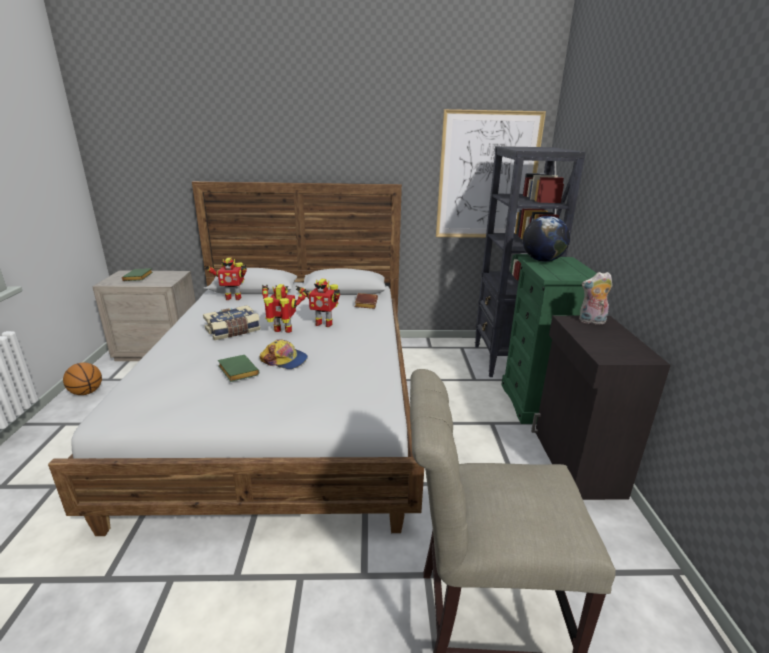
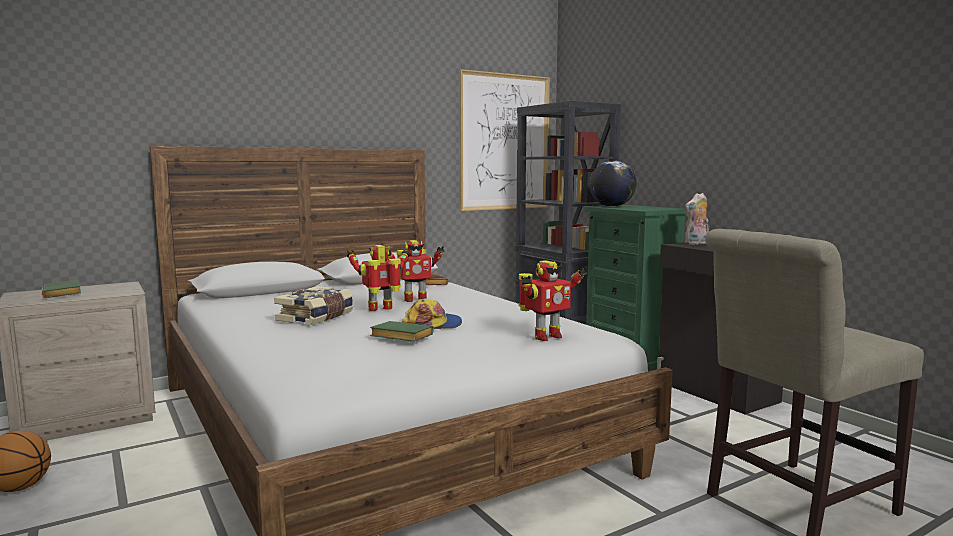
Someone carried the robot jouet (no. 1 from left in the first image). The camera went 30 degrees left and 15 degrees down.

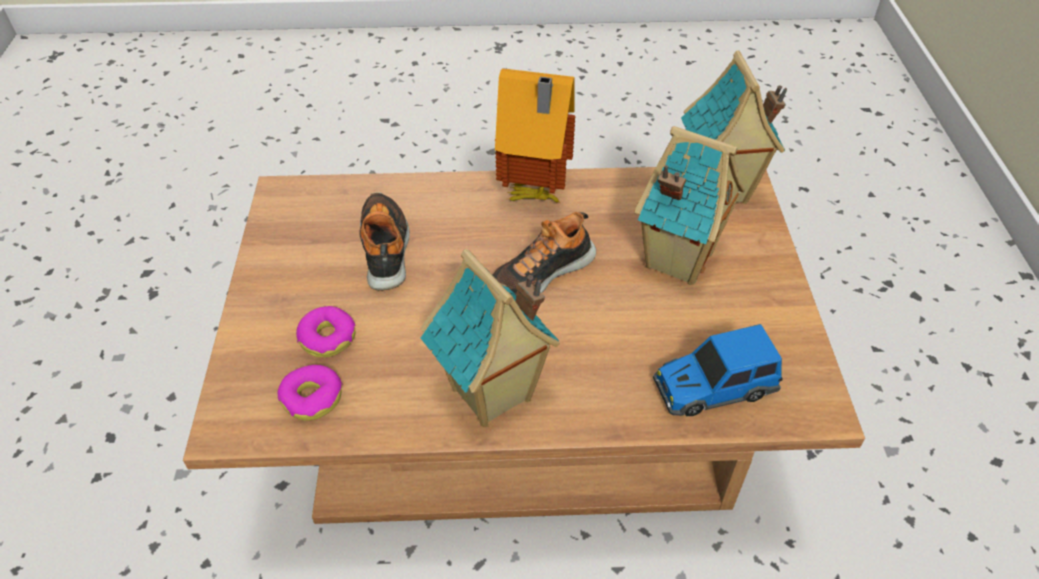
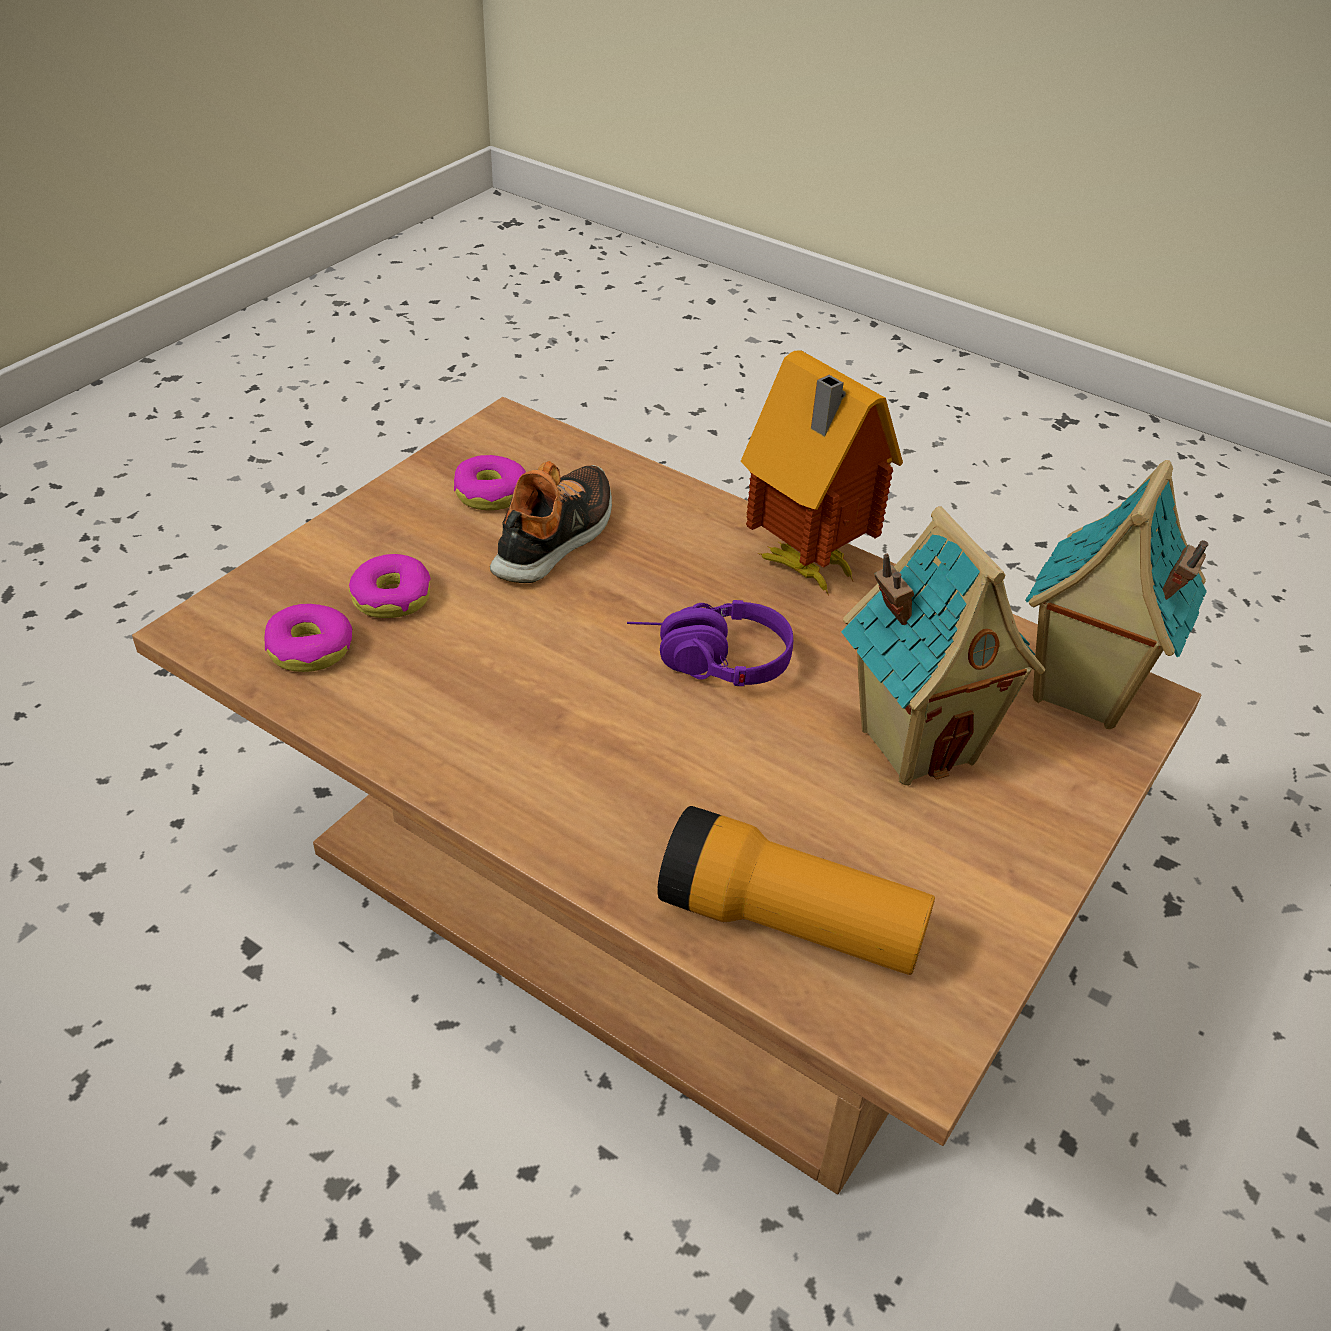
Someone took away the maison miniature (no. 1 from left). Someone put down the beignet (no. 3 from left). Someone swapped the chaussure (no. 2 from left) for the casque audio [violet]. Someone swapped the petite voiture for the lampe de poche. The camera went 35 degrees right and 5 degrees down.

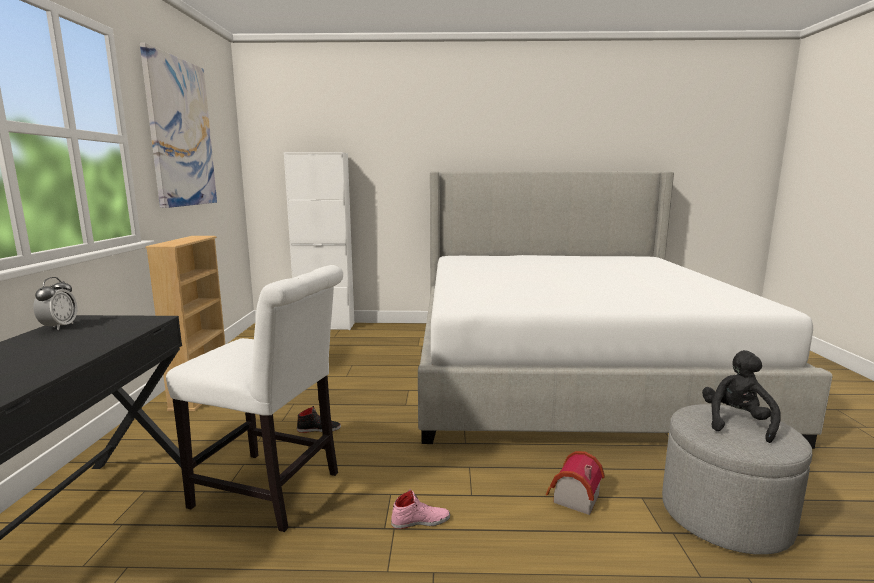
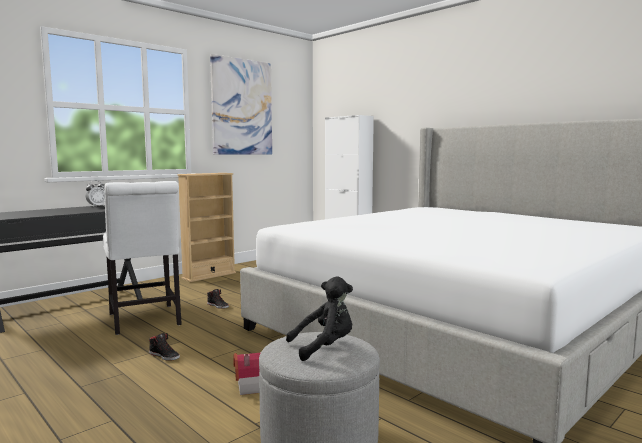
Someone repainted the chaussure [rose], which became the chaussure [noir] (no. 1 from left). The camera went 45 degrees right and 5 degrees down.

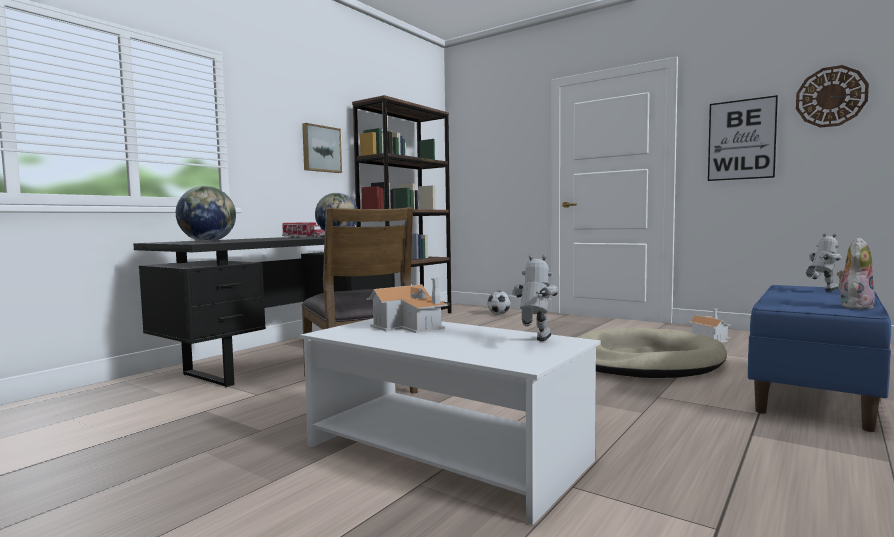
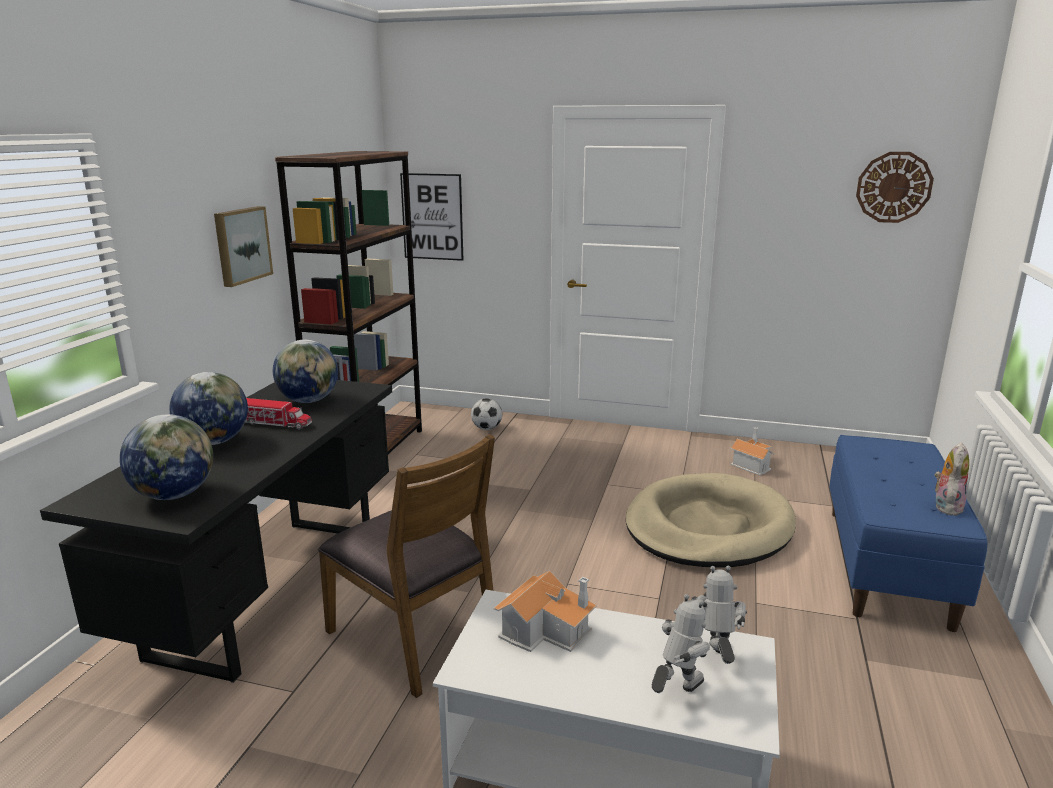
Someone put down the globe (no. 2 from left). Someone carried the tableau (no. 2 from left). Someone carried the robot jouet (no. 2 from left in the first image). The camera went 20 degrees left and 15 degrees up.

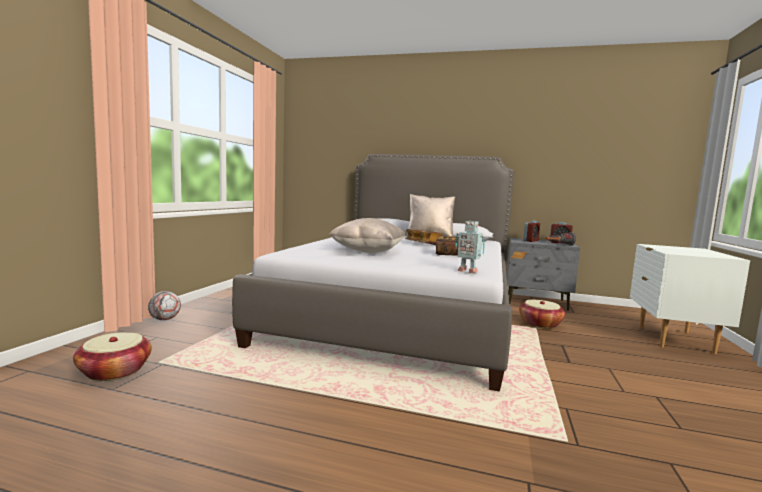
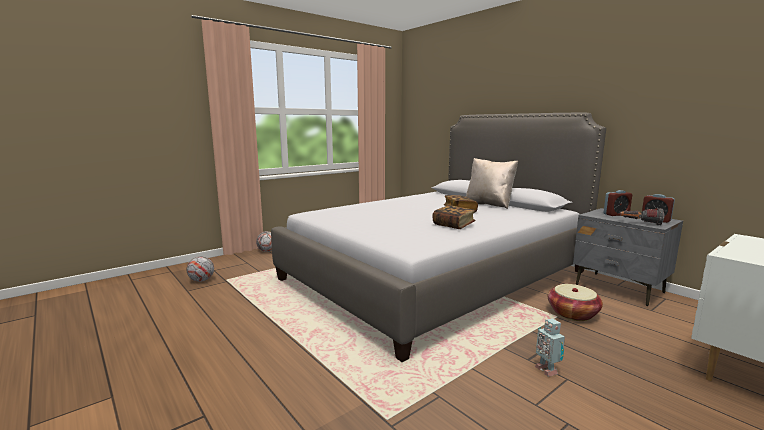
Someone took away the coussin [beige] (no. 1 from left). Someone carried the robot jouet. Someone swapped the panier (no. 1 from left) for the ballon de foot (no. 1 from left). The camera went 35 degrees right and 5 degrees up.

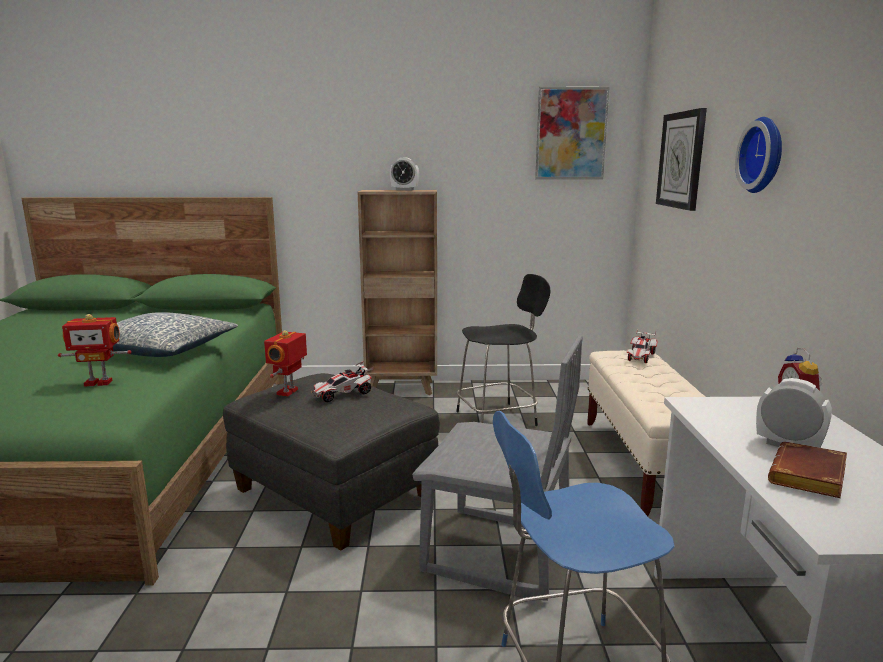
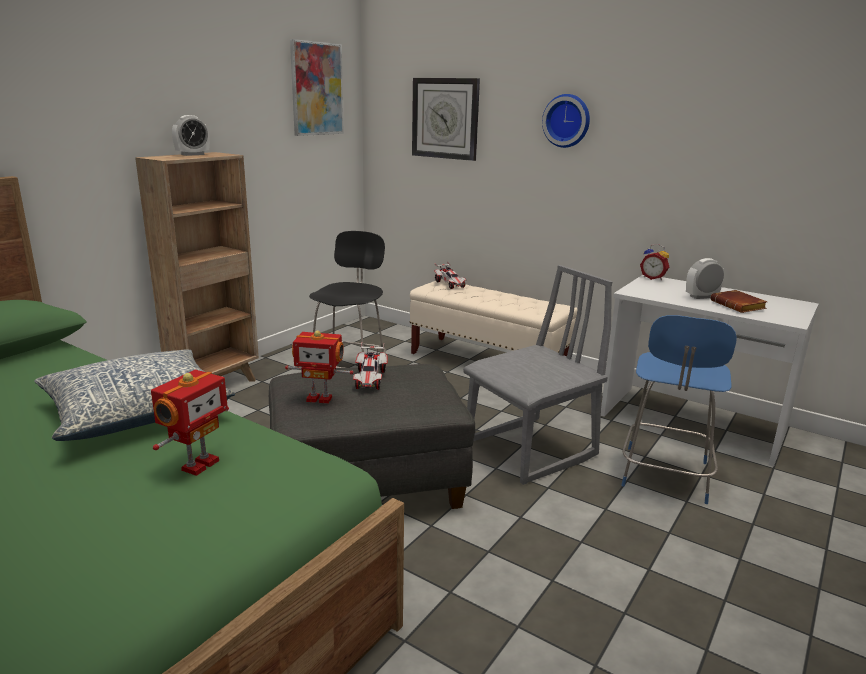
Someone rotated the robot jouet (no. 2 from left) by 45 degrees counterclockwise. The camera went 55 degrees left and 5 degrees up.

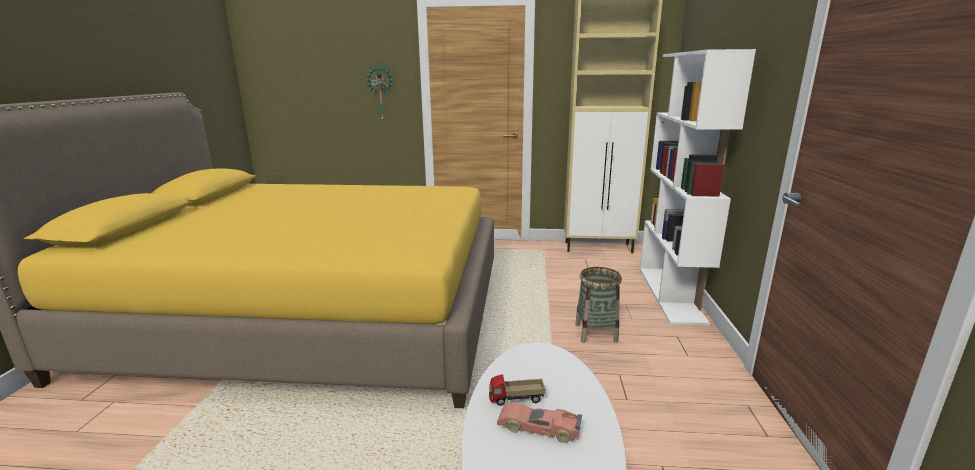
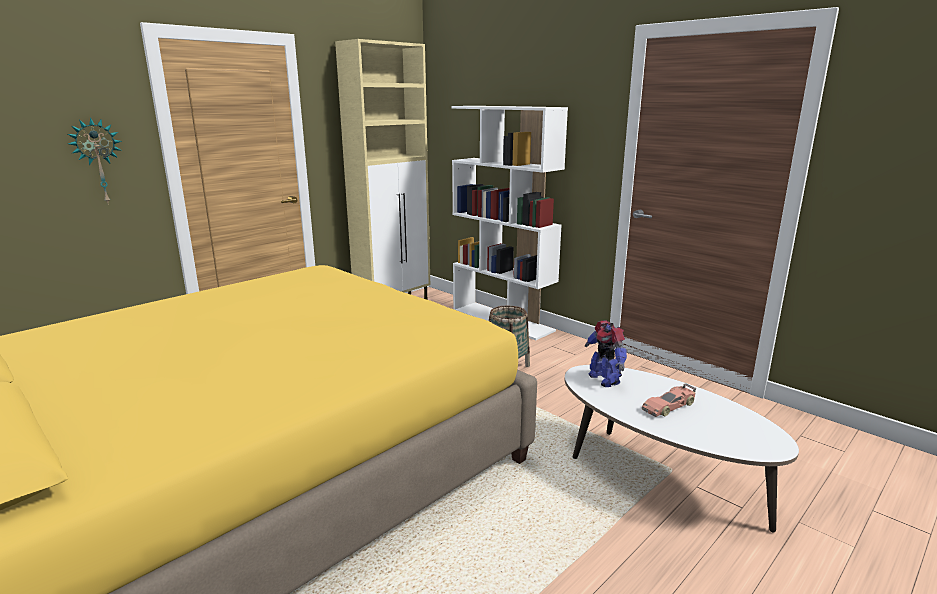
Someone took away the camion jouet. Someone put down the robot jouet. The camera went 50 degrees left and 0 degrees up.

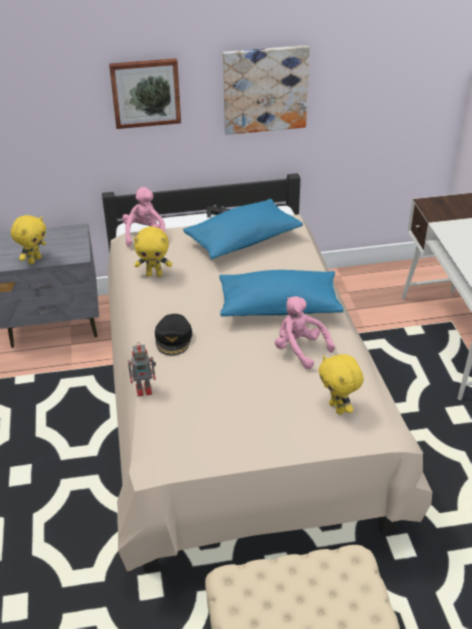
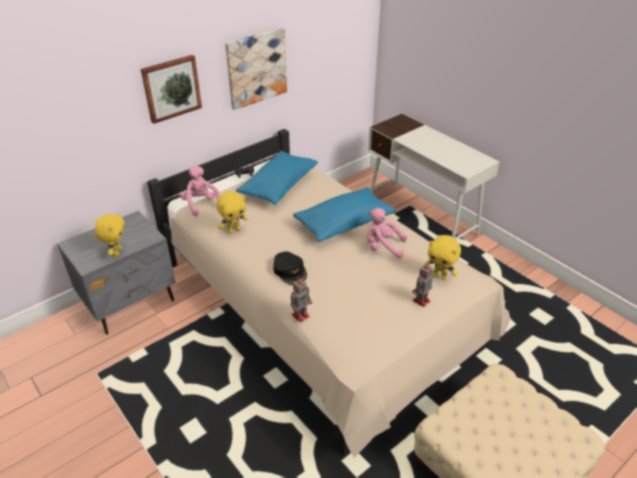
Someone put down the robot jouet (no. 2 from left). The camera went 30 degrees left and 0 degrees up.

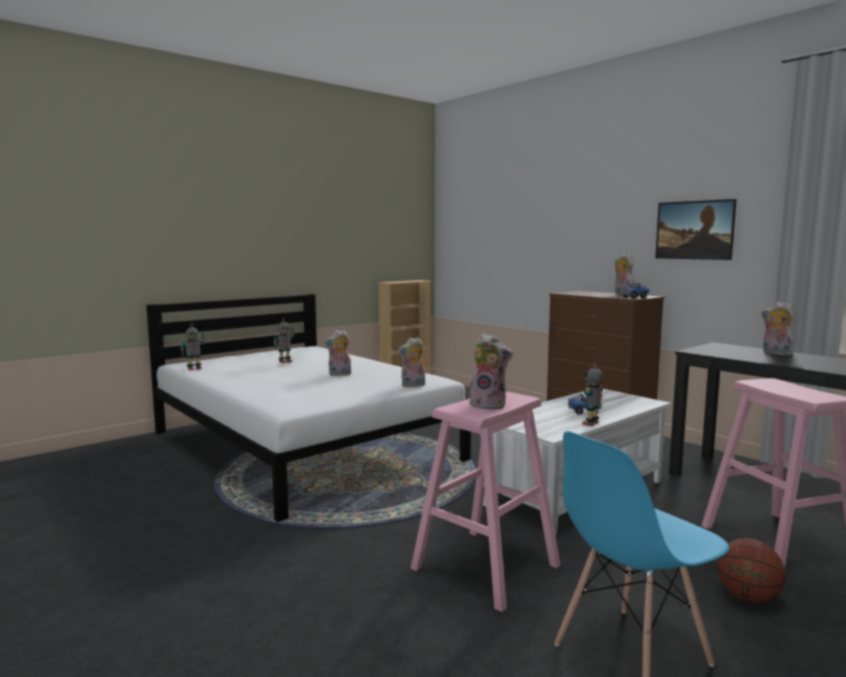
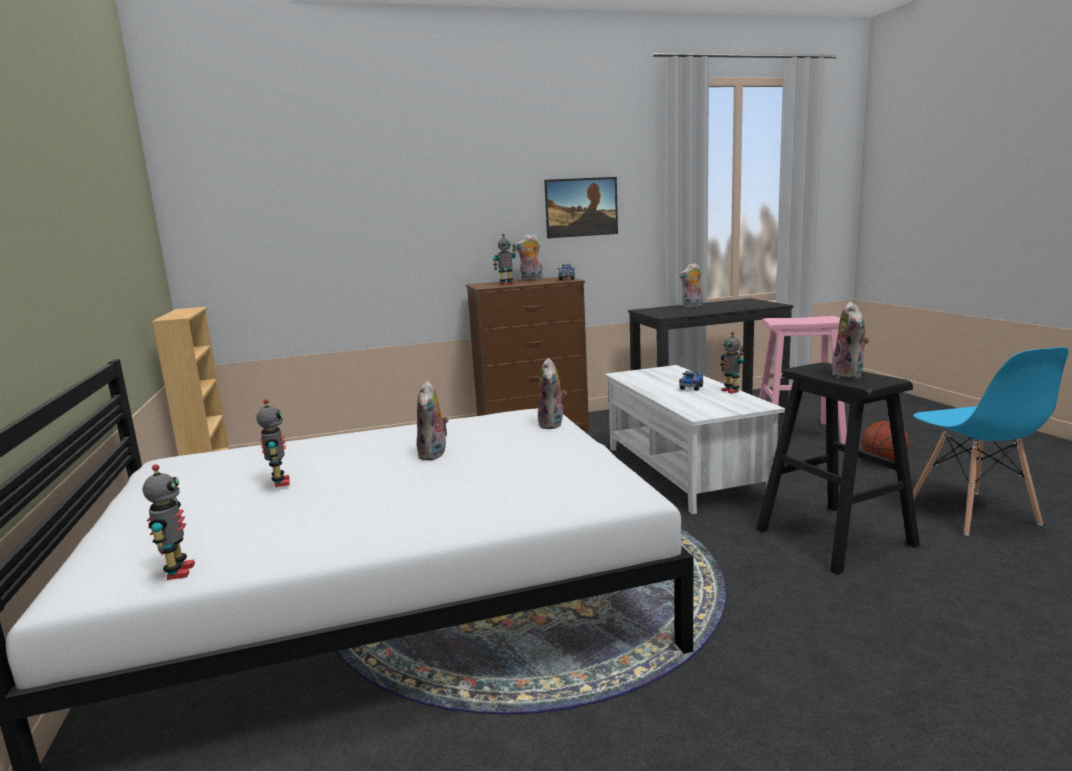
Someone put down the robot jouet (no. 3 from left). Someone repainted the tabouret [rose] (no. 1 from left), which became the tabouret [noir]. Someone rotated the peluche (no. 3 from left in the first image) by 135 degrees clockwise. The camera went 65 degrees left and 5 degrees up.

